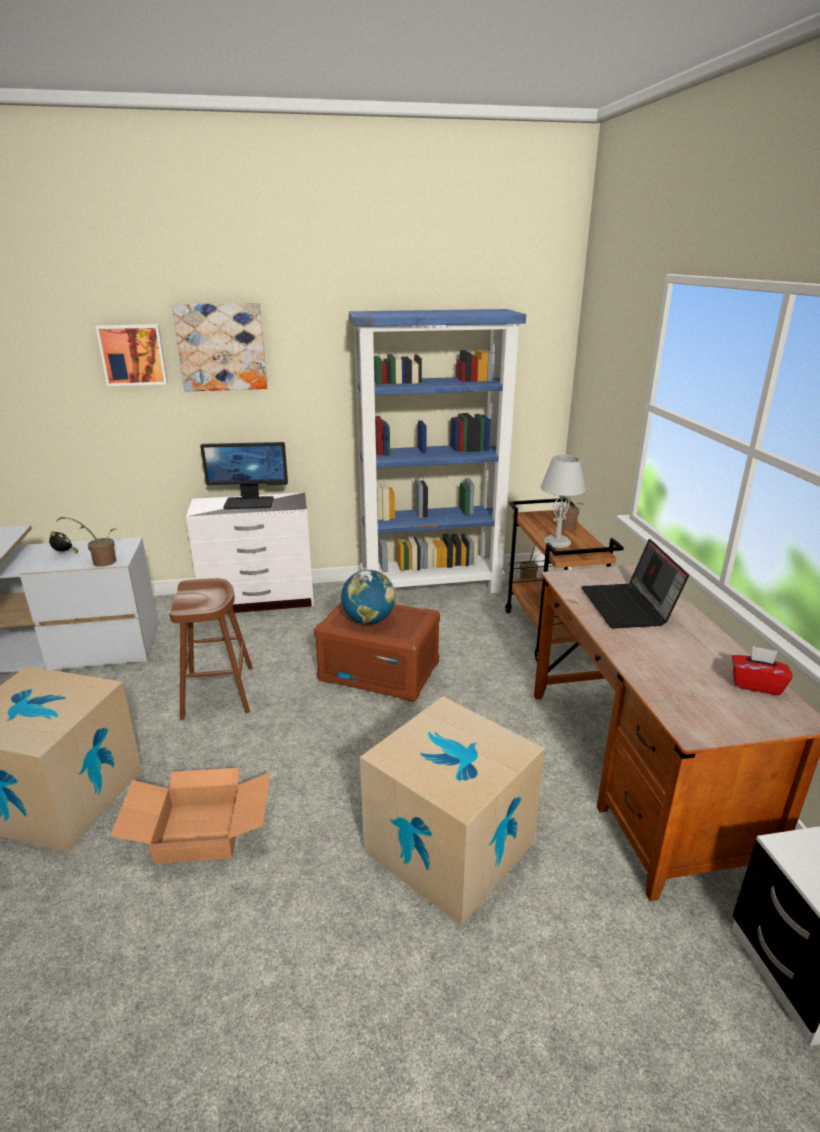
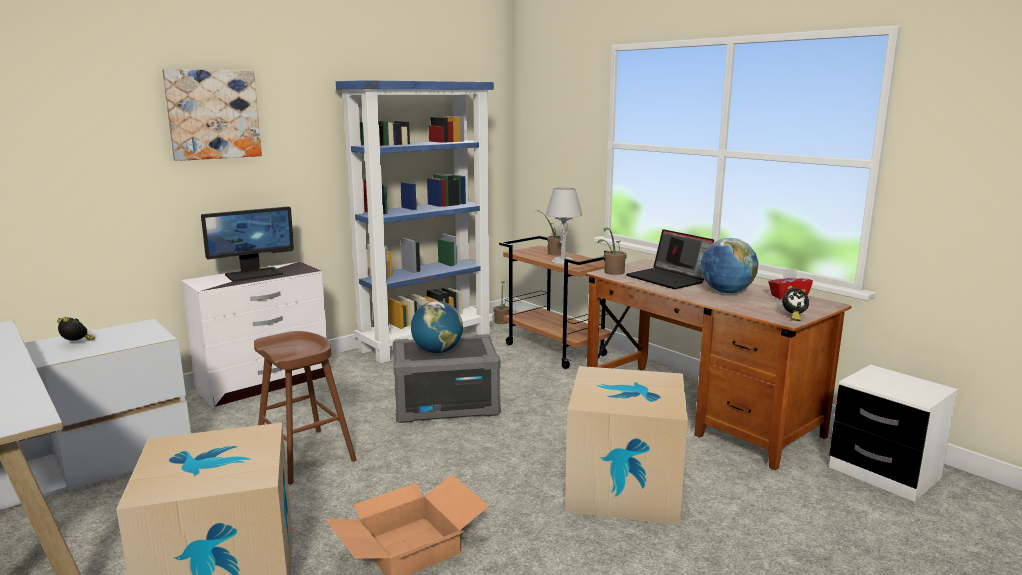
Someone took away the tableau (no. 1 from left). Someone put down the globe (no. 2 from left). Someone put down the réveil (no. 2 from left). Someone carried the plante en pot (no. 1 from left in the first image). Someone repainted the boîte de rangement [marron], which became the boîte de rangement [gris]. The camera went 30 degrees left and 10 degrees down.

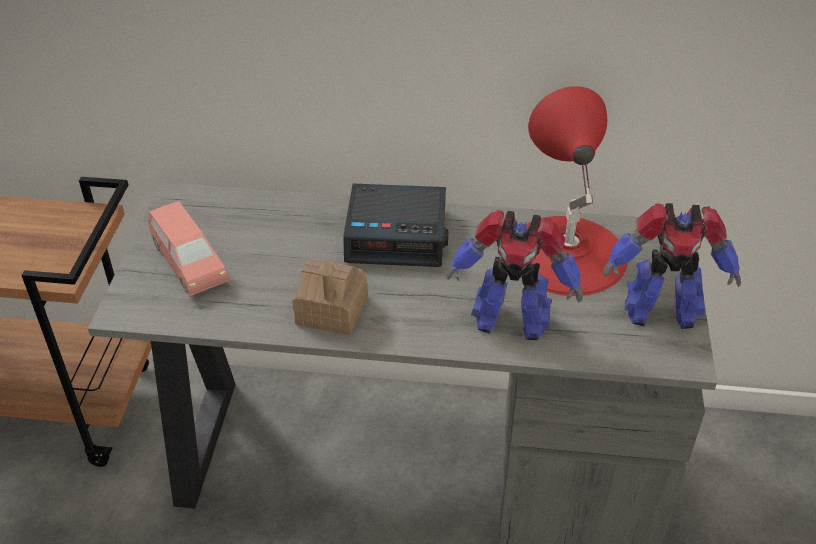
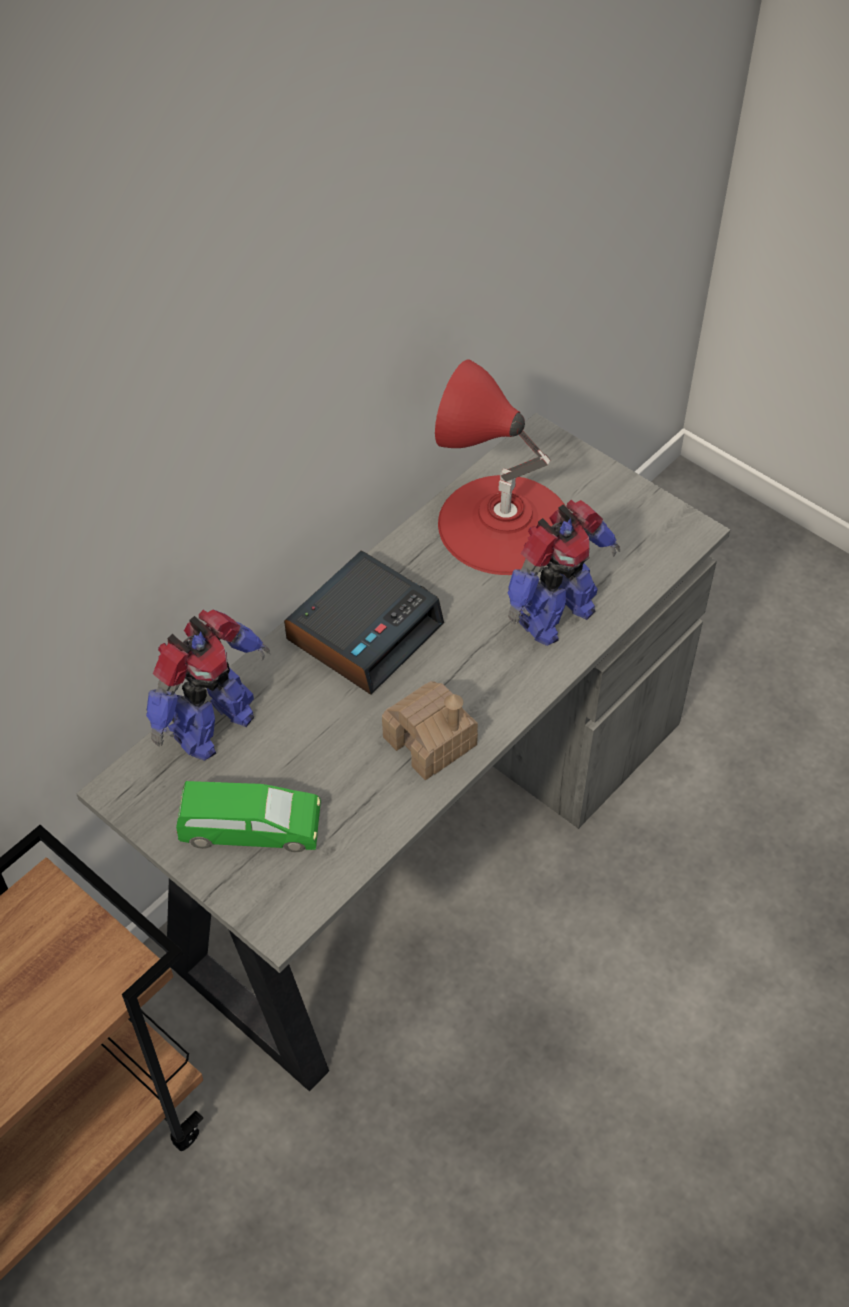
Someone carried the robot jouet (no. 2 from left in the first image). Someone repainted the petite voiture [rose], which became the petite voiture [vert]. The camera went 55 degrees left and 10 degrees up.

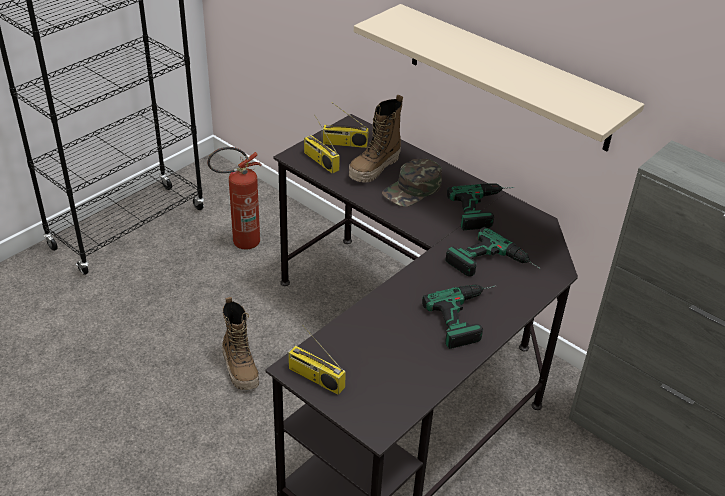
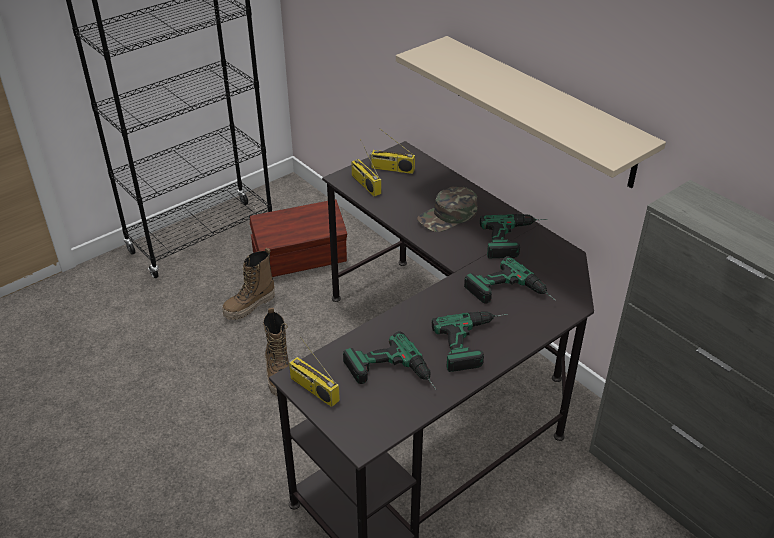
Someone put down the perceuse (no. 1 from left). Someone carried the botte (no. 2 from left in the first image). Someone swapped the extincteur for the boîte de rangement [marron]. The camera went 10 degrees right and 0 degrees up.

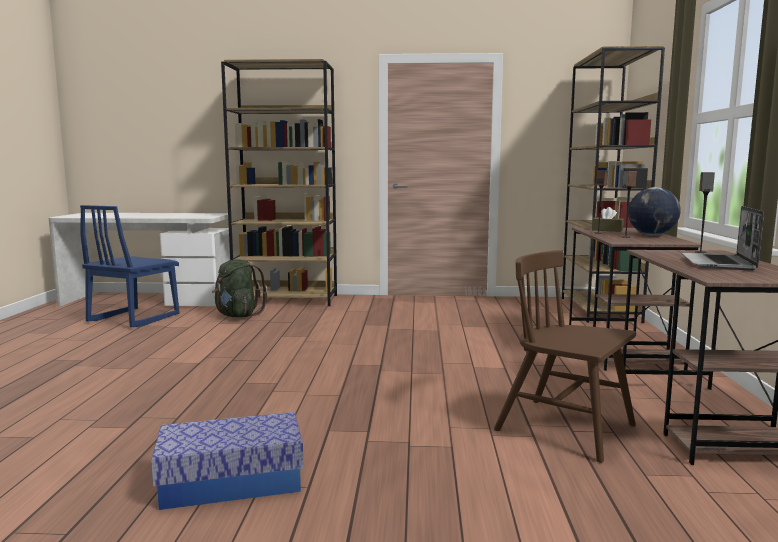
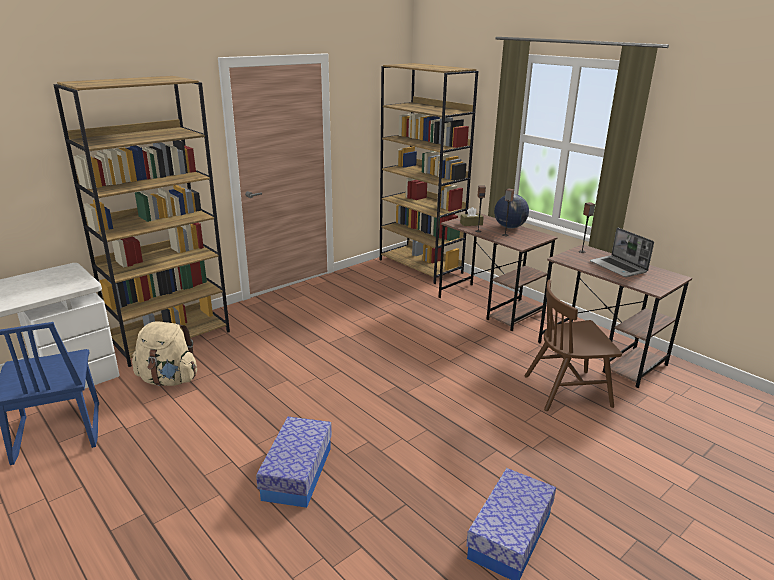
Someone put down the boîte de rangement (no. 1 from left). Someone repainted the sac à dos [vert], which became the sac à dos [beige]. The camera went 45 degrees left and 15 degrees up.

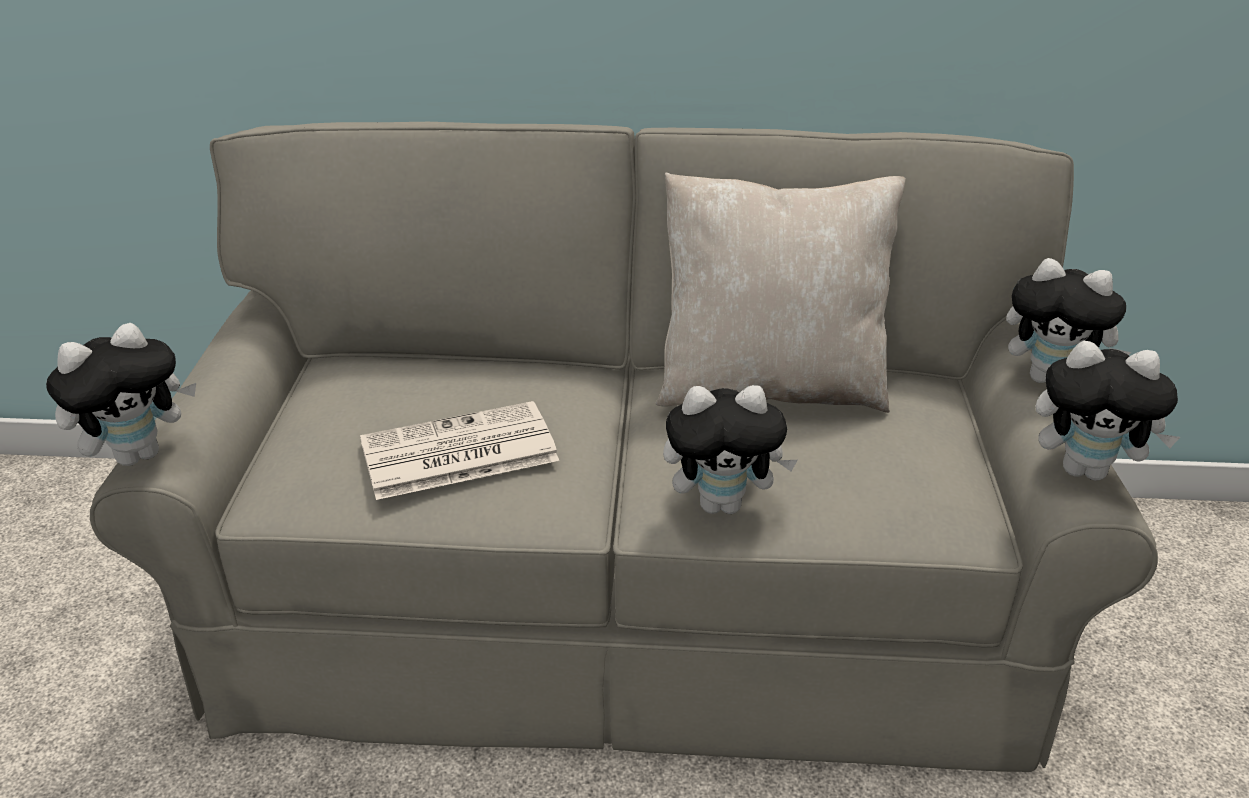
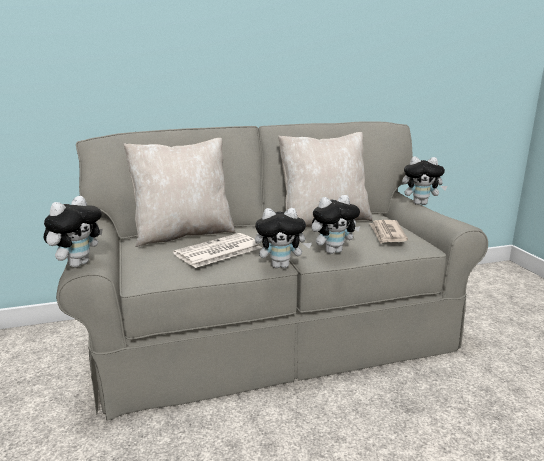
Someone put down the coussin [beige] (no. 1 from left). Someone put down the journal (no. 2 from left). Someone carried the peluche (no. 4 from left in the first image). The camera went 20 degrees left and 15 degrees down.

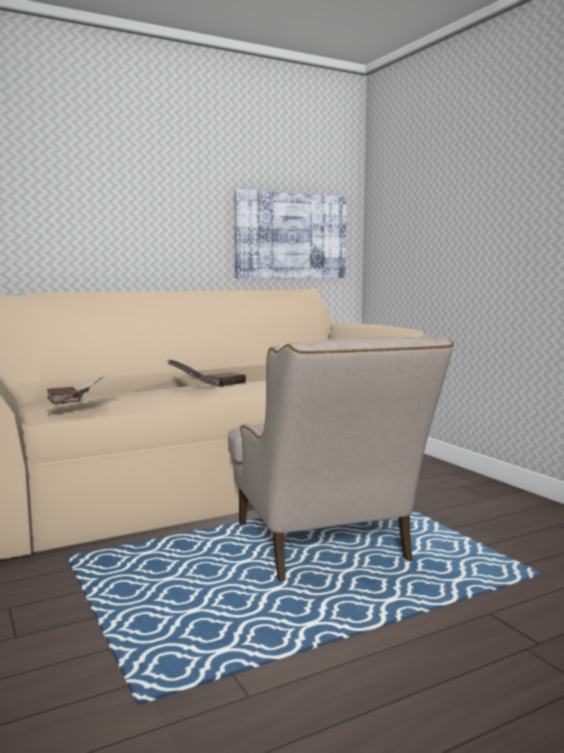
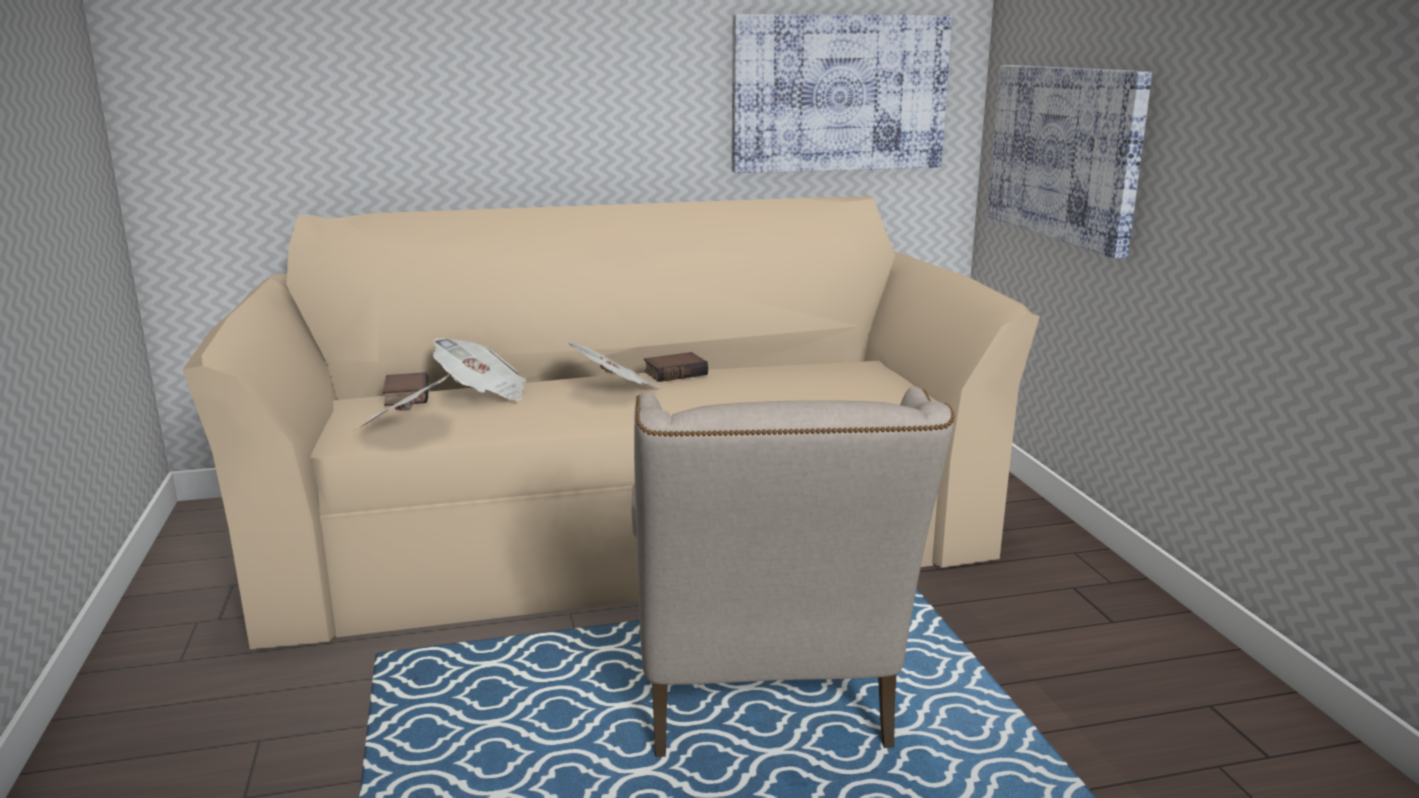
Someone put down the journal (no. 2 from left). Someone put up the tableau (no. 2 from left). The camera went 15 degrees right and 10 degrees up.

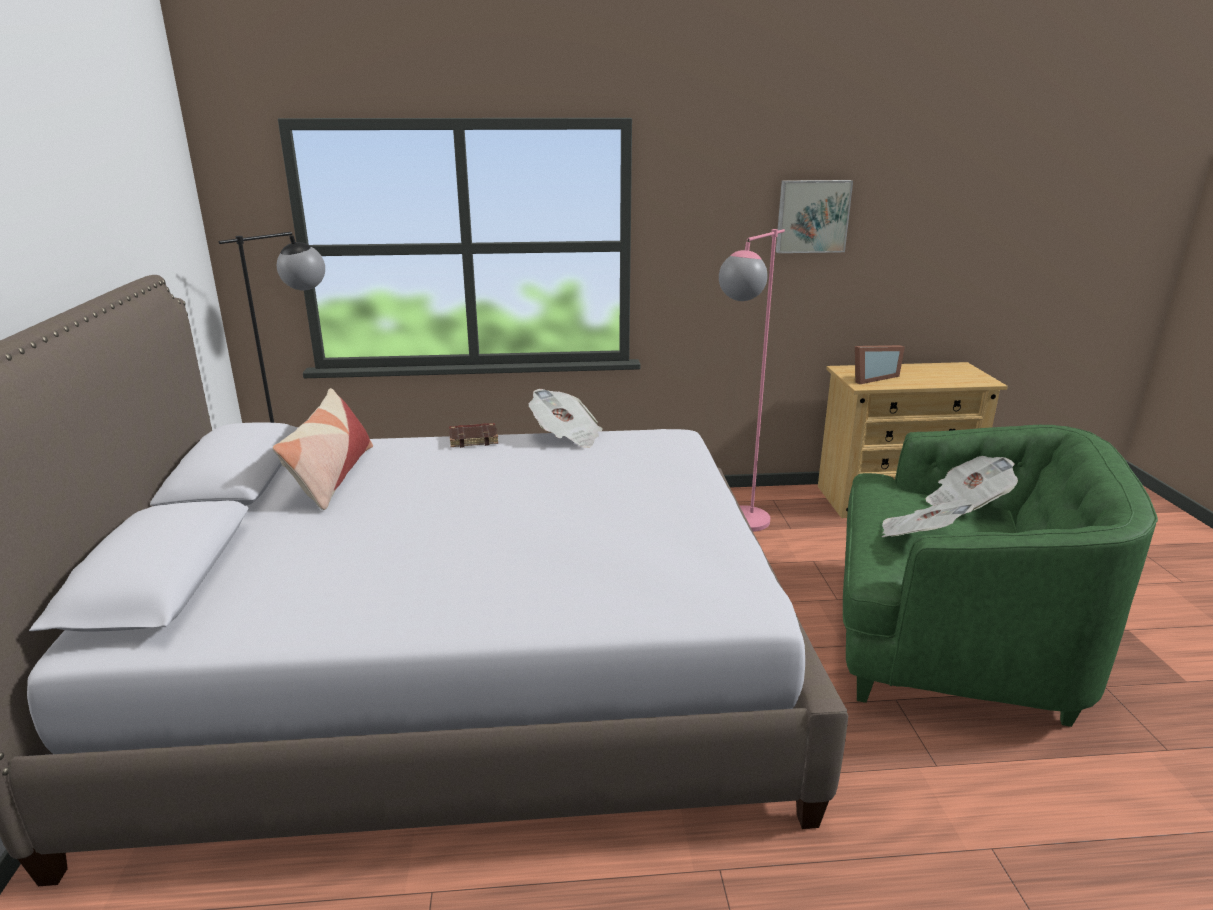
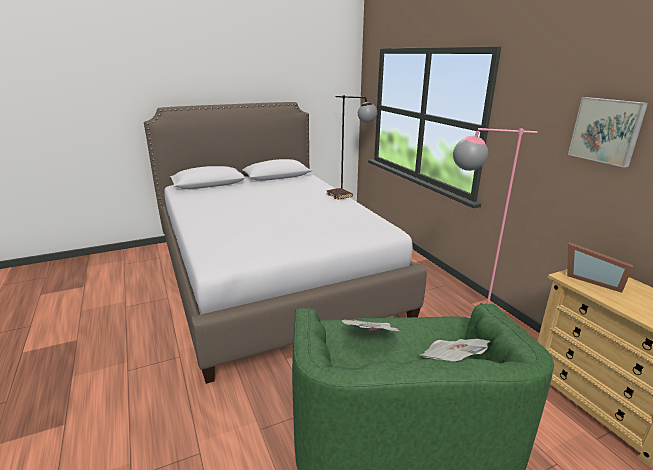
Someone took away the coussin. Someone took away the journal (no. 1 from left). The camera went 70 degrees right and 0 degrees up.

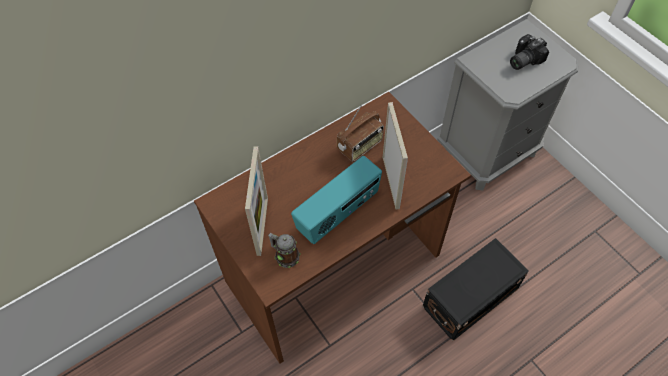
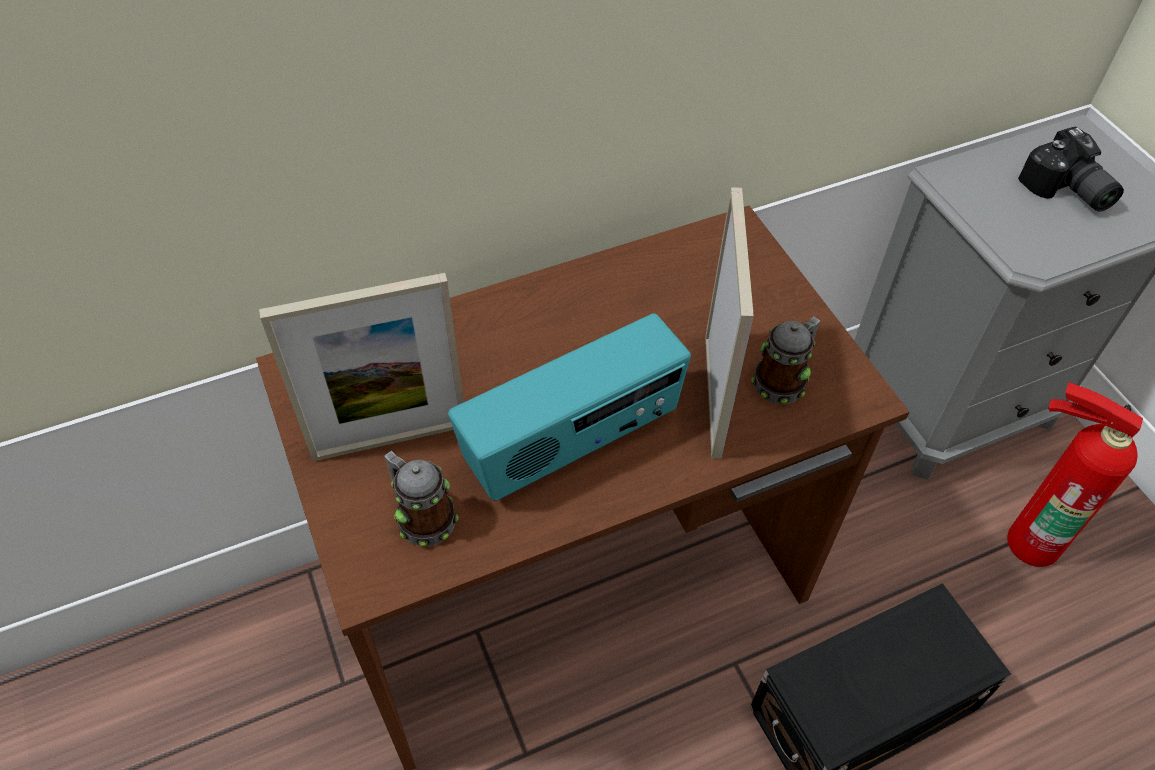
Someone took away the radio (no. 2 from left). Someone put down the mug (no. 2 from left). Someone put down the extincteur. Someone rotated the cadre photo (no. 1 from left) by 60 degrees clockwise. Someone rotated the appareil photo by 90 degrees counterclockwise. The camera went 10 degrees right and 5 degrees down.

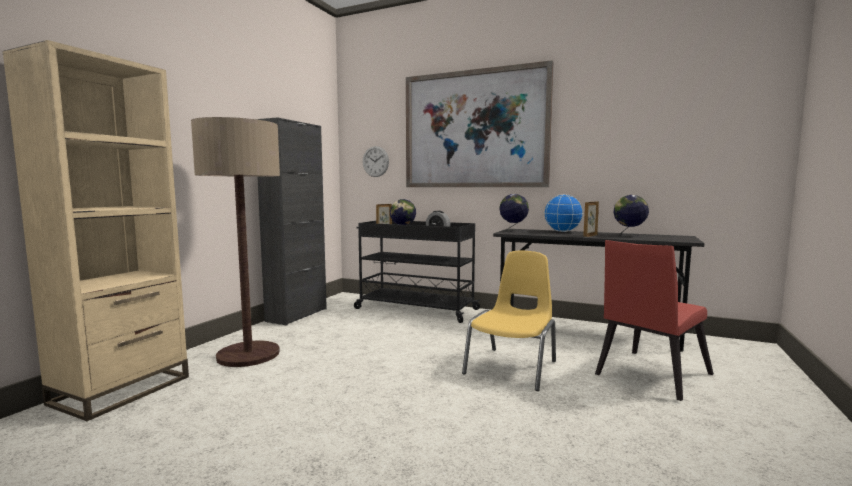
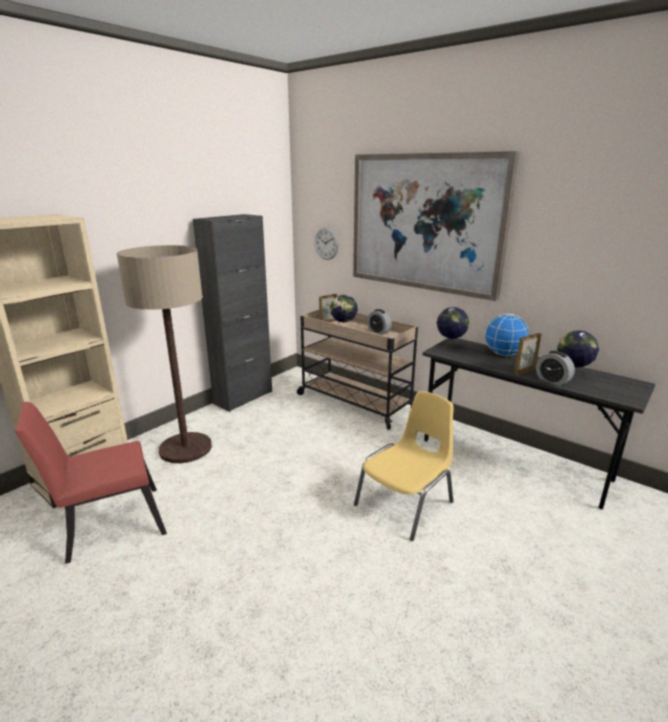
Someone put down the réveil (no. 2 from left). Someone carried the chaise [rouge]. Someone repainted the chariot [noir], which became the chariot [beige]. The camera went 15 degrees right and 15 degrees up.

